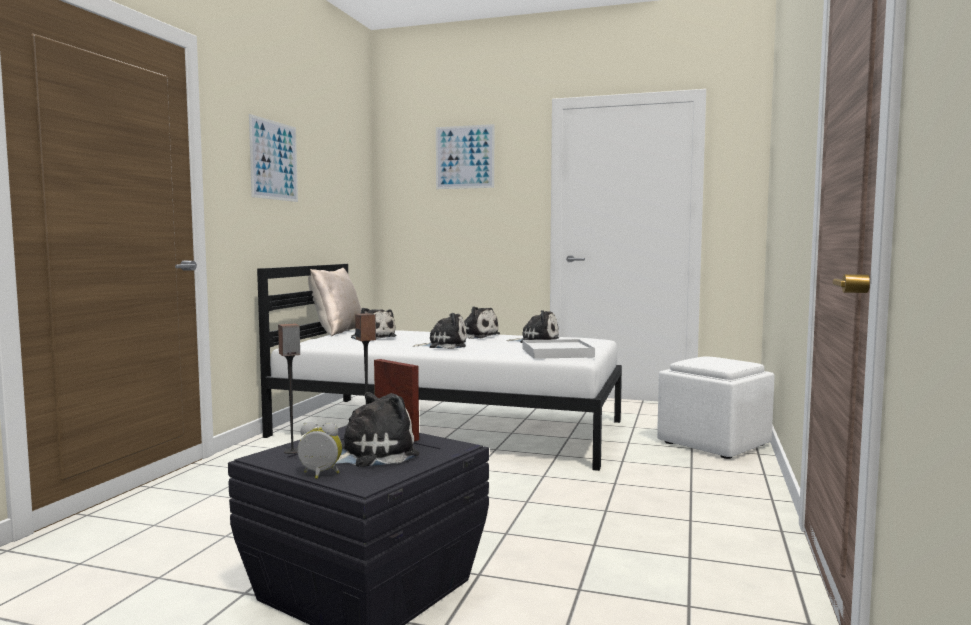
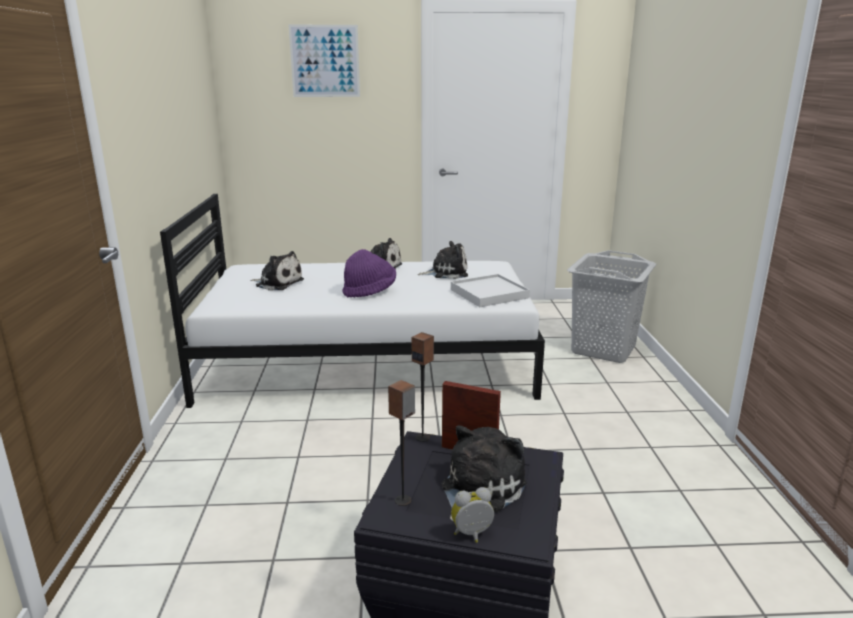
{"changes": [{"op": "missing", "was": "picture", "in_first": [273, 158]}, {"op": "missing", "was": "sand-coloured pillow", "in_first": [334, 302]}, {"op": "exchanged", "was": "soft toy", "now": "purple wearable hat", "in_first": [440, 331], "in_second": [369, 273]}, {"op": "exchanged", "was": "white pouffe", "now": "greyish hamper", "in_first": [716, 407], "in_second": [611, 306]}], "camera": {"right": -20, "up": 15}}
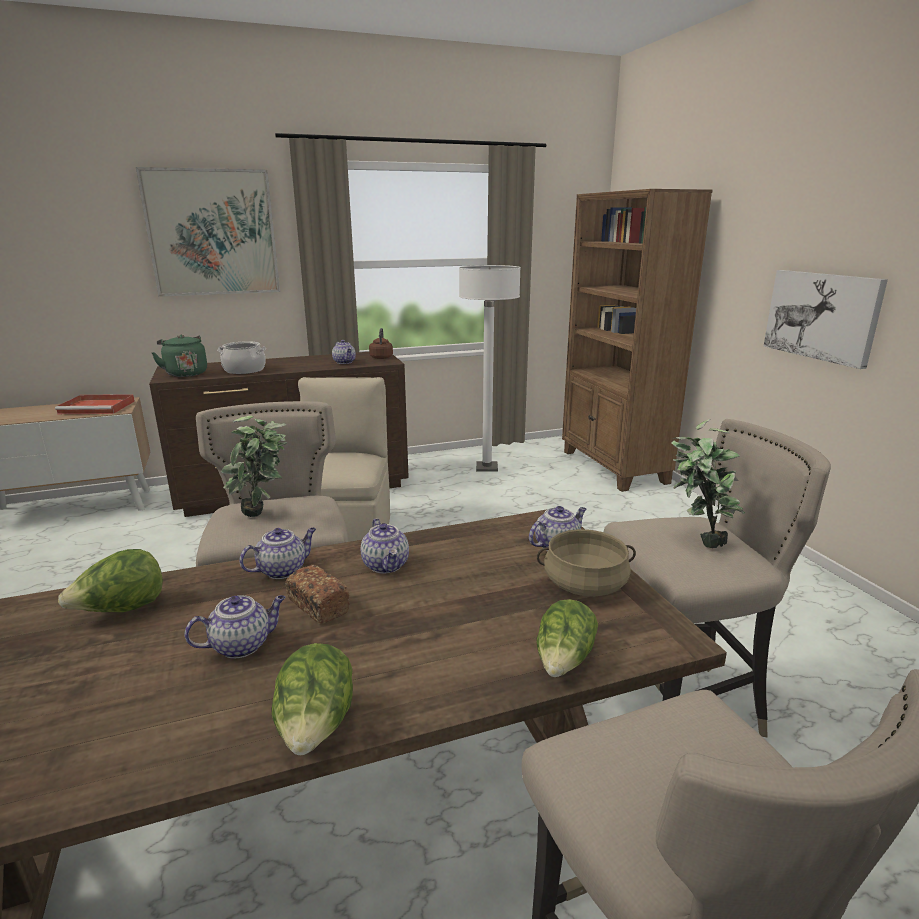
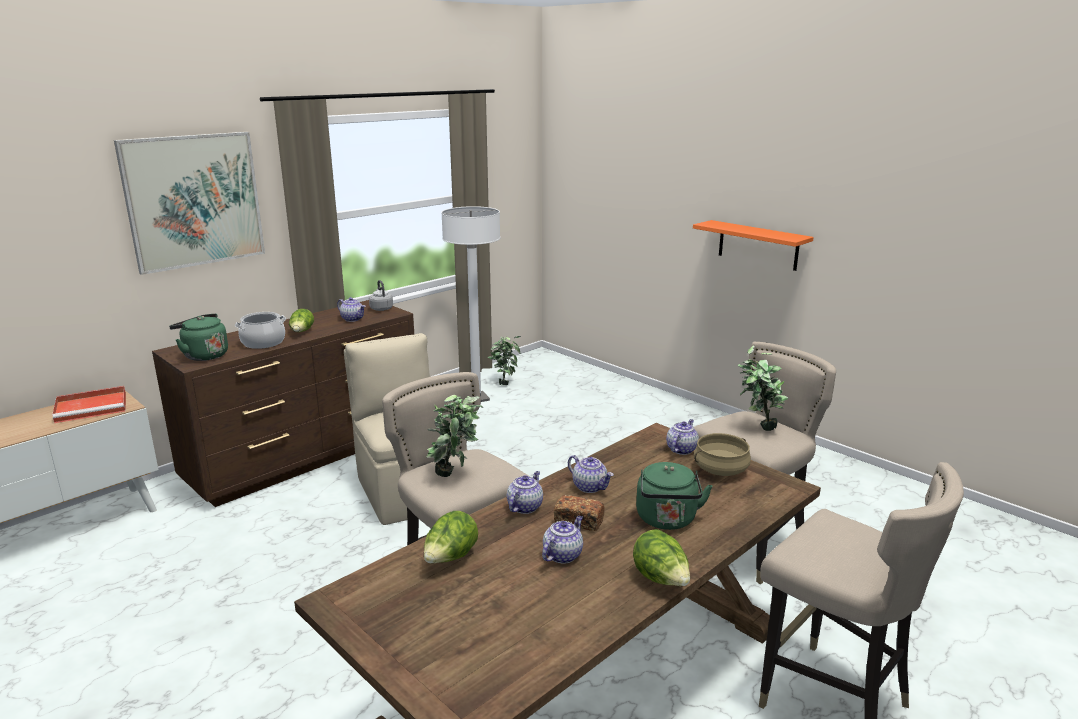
{"changes": [{"op": "missing", "was": "brown bookshelf", "in_first": [637, 340]}, {"op": "appeared", "now": "houseplant", "in_second": [504, 360]}, {"op": "appeared", "now": "green-coloured tea kettle", "in_second": [674, 496]}, {"op": "relocated", "was": "head of lettuce", "in_first": [567, 638], "in_second": [301, 320]}, {"op": "exchanged", "was": "picture", "now": "orange-coloured bracket shelf", "in_first": [826, 319], "in_second": [753, 245]}, {"op": "colour", "was": "brown tea kettle", "now": "greyish tea kettle", "in_first": [381, 343], "in_second": [381, 295]}], "camera": {"right": -25, "up": 0}}
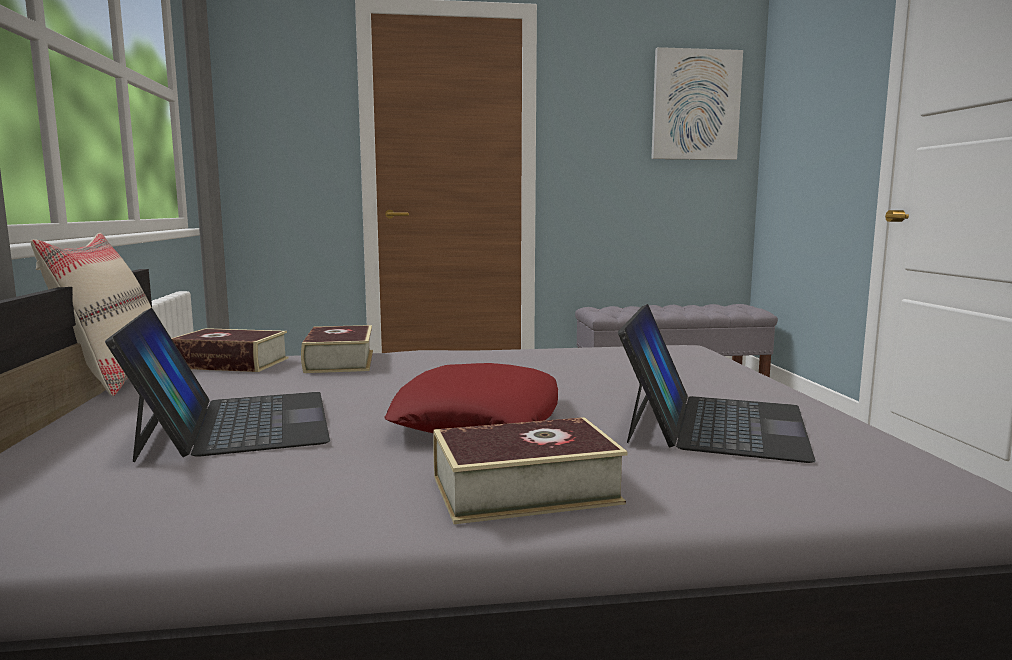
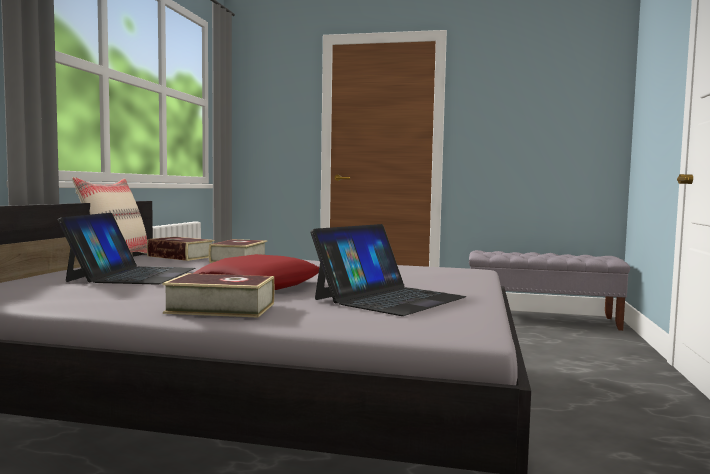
{"changes": [{"op": "missing", "was": "picture", "in_first": [697, 103]}], "camera": {"right": 20, "up": -5}}
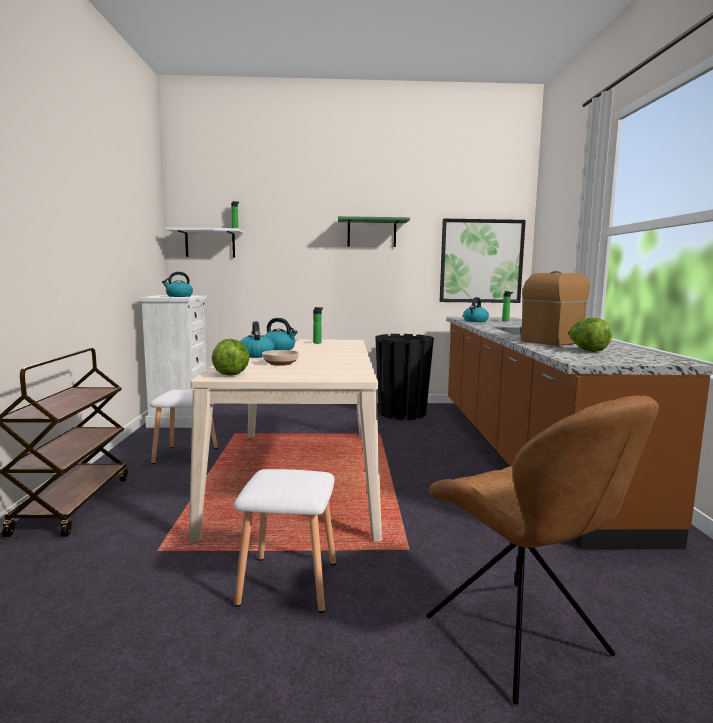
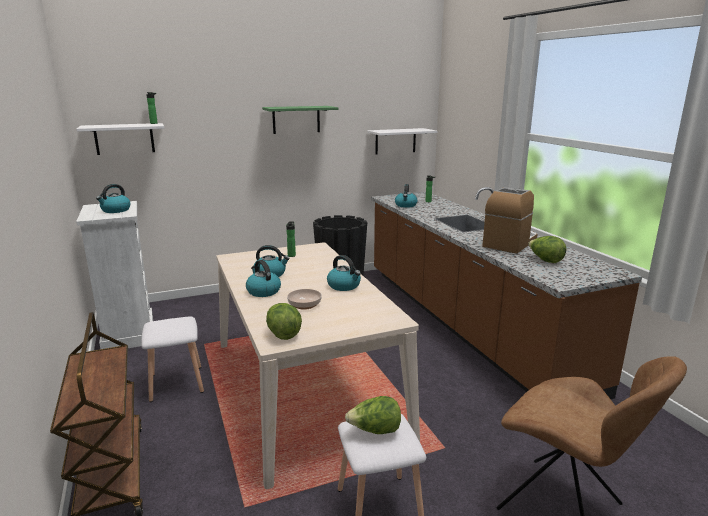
{"changes": [{"op": "appeared", "now": "tea kettle", "in_second": [344, 273]}, {"op": "appeared", "now": "head of lettuce", "in_second": [373, 415]}, {"op": "exchanged", "was": "picture", "now": "white bracket shelf", "in_first": [483, 261], "in_second": [402, 141]}], "camera": {"right": -20, "up": 10}}
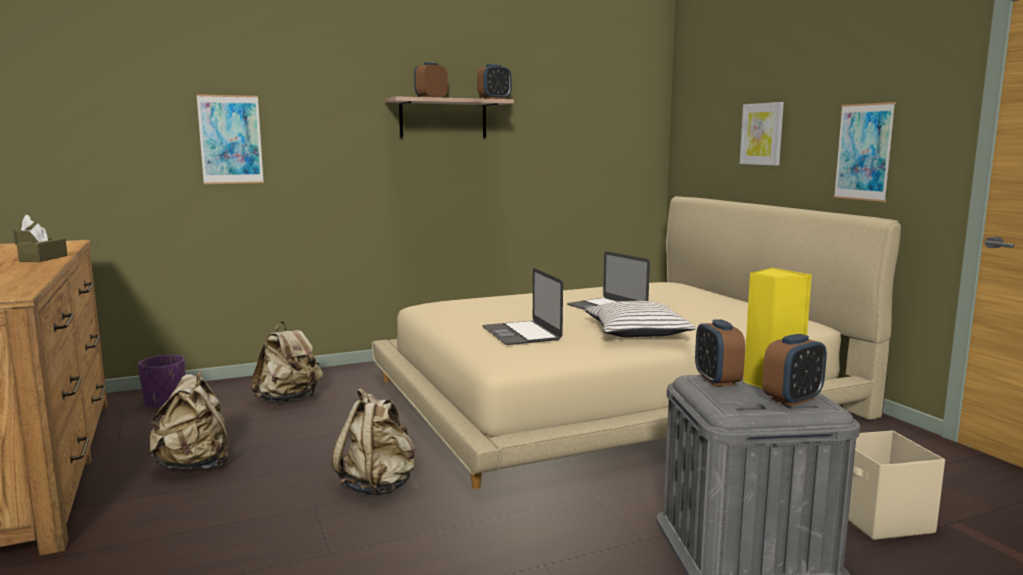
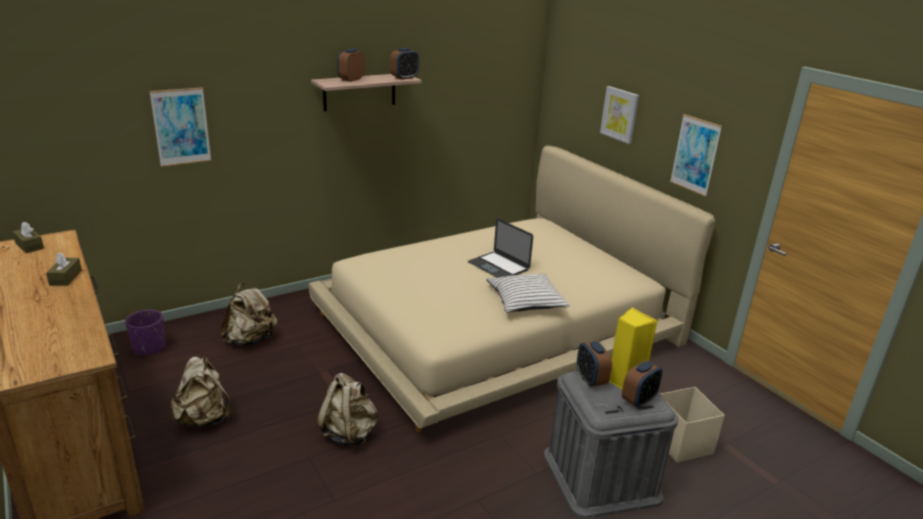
{"changes": [{"op": "missing", "was": "portable computer", "in_first": [522, 306]}], "camera": {"right": -10, "up": 15}}
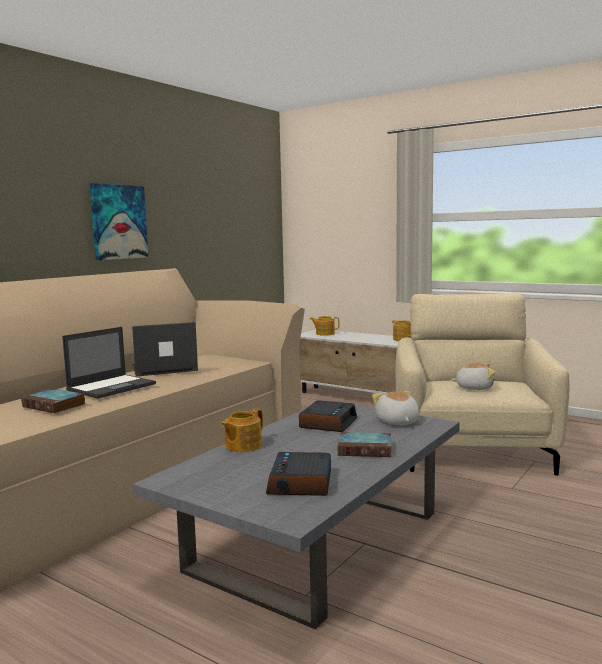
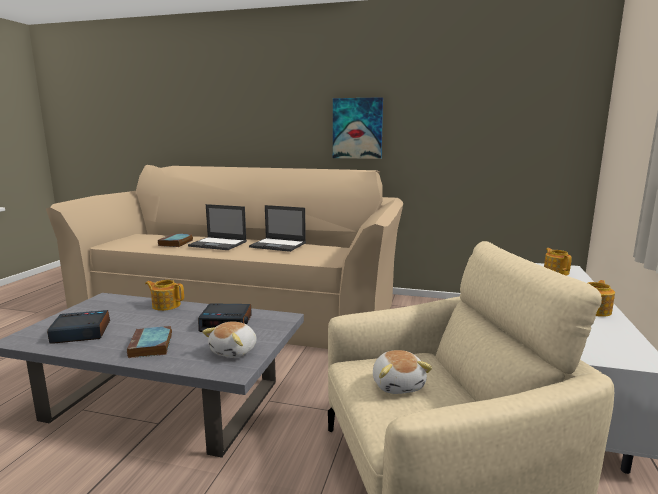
{"changes": [{"op": "spun", "was": "portable computer", "in_first": [165, 349], "in_second": [277, 228], "clockwise": 150}, {"op": "spun", "was": "soft toy", "in_first": [395, 408], "in_second": [229, 339], "clockwise": 150}], "camera": {"right": 70, "up": 5}}
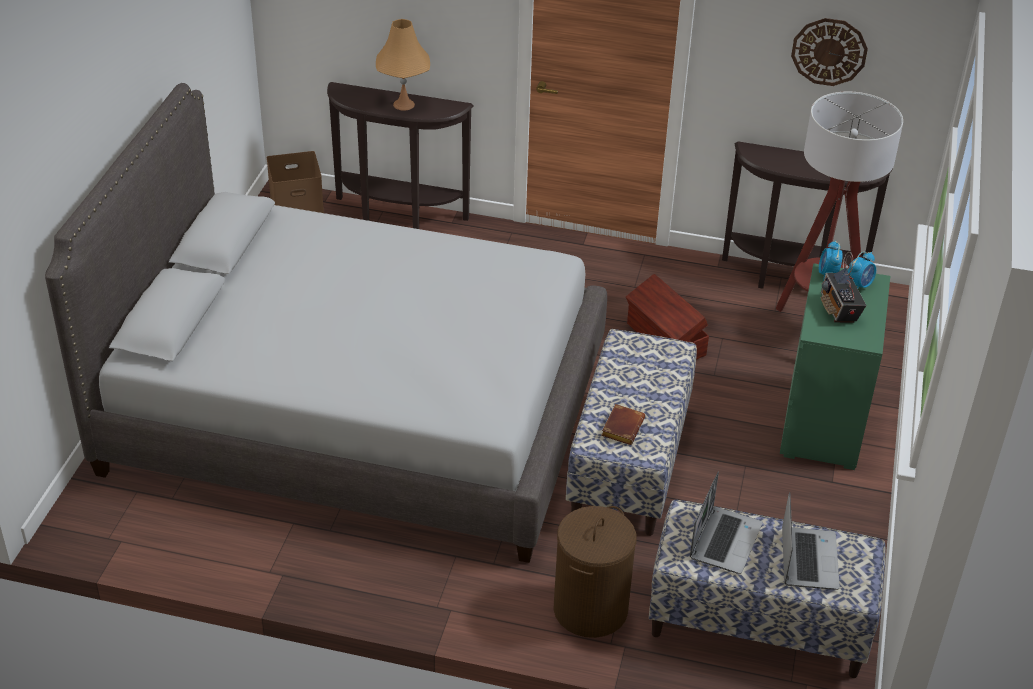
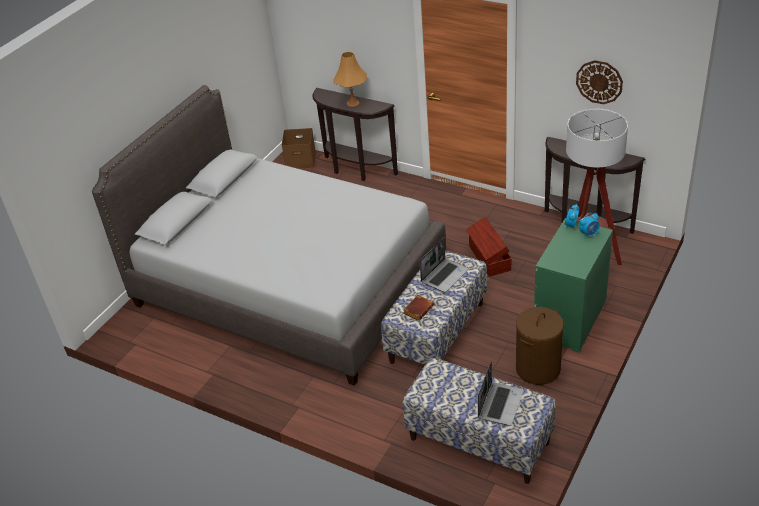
{"changes": [{"op": "missing", "was": "radio receiver", "in_first": [844, 287]}, {"op": "relocated", "was": "brown hamper", "in_first": [594, 572], "in_second": [540, 346]}, {"op": "relocated", "was": "portable computer", "in_first": [726, 523], "in_second": [444, 265]}], "camera": {"right": 20, "up": 0}}
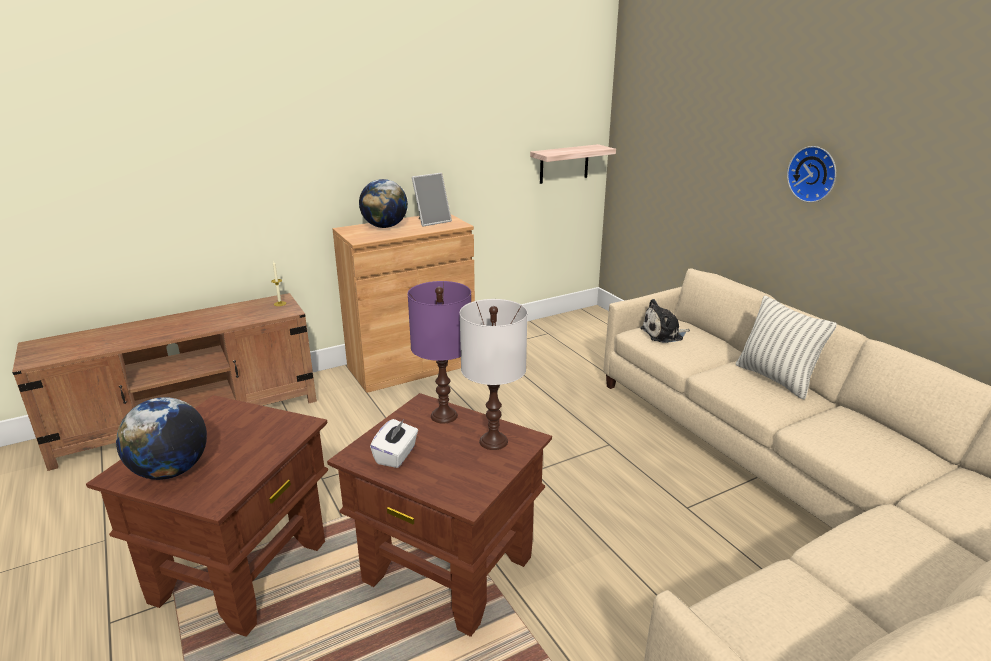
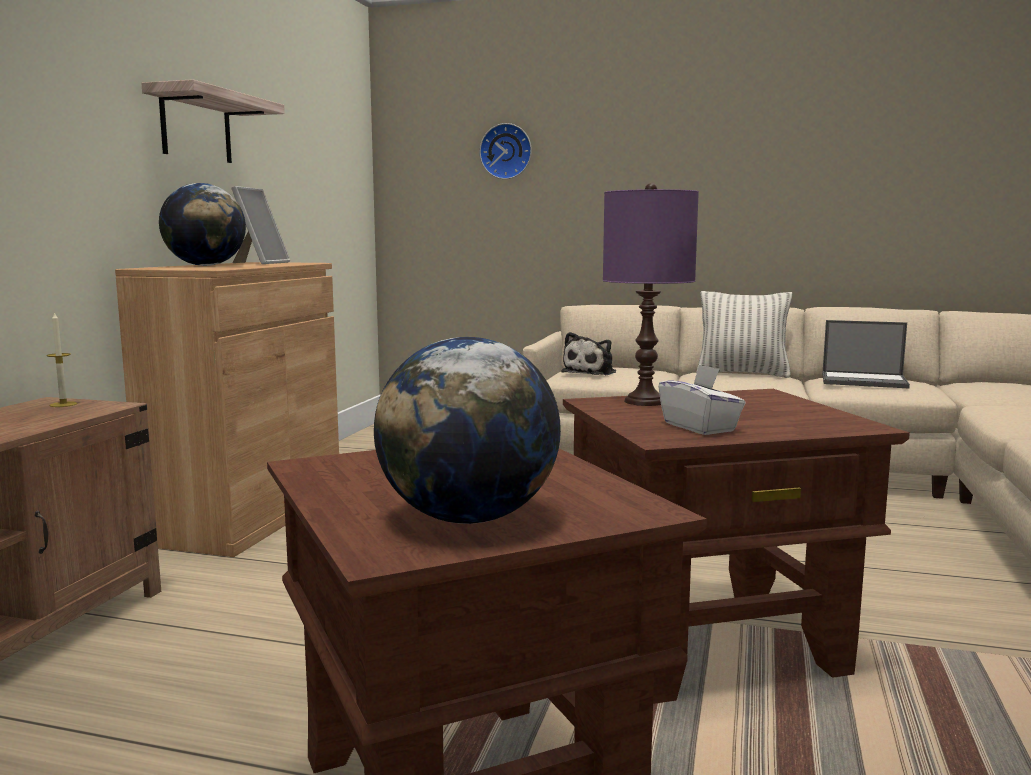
{"changes": [{"op": "missing", "was": "white tabletop lamp", "in_first": [493, 374]}, {"op": "appeared", "now": "portable computer", "in_second": [866, 354]}, {"op": "relocated", "was": "bracket shelf", "in_first": [573, 164], "in_second": [213, 121]}, {"op": "relocated", "was": "hanging clock", "in_first": [811, 174], "in_second": [505, 151]}], "camera": {"right": -45, "up": -15}}
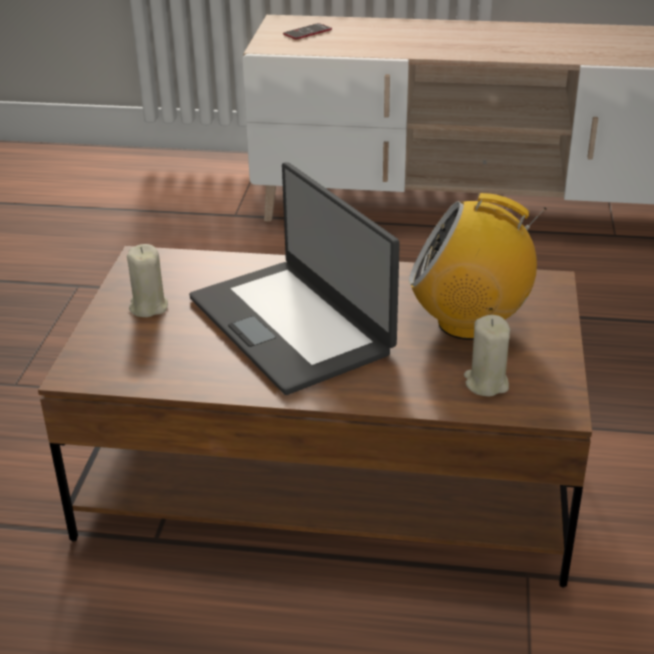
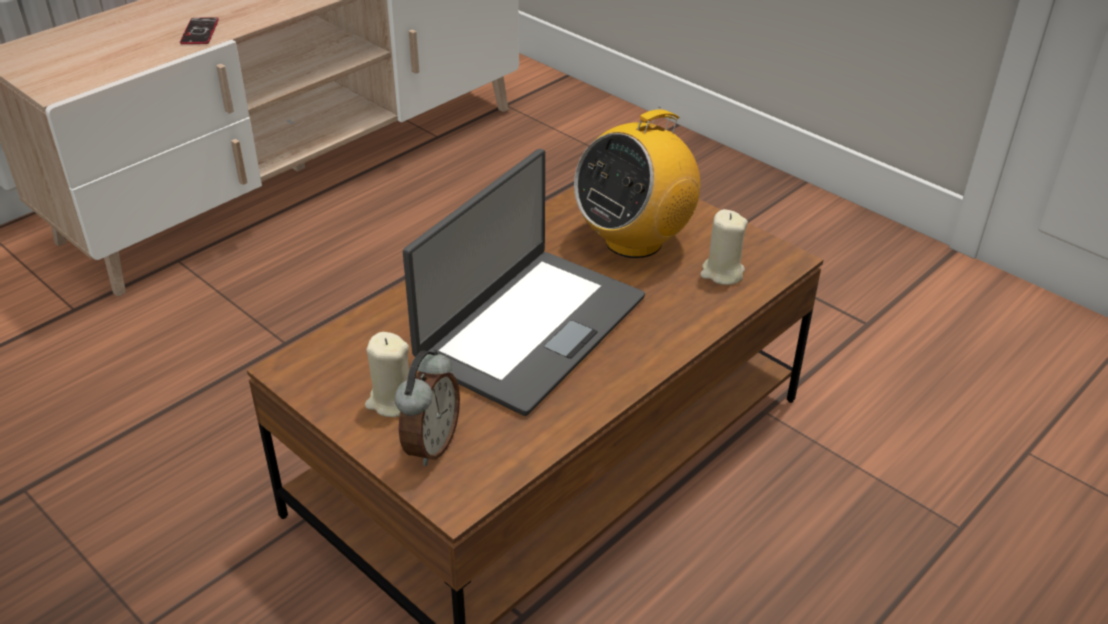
{"changes": [{"op": "appeared", "now": "alarm clock", "in_second": [427, 408]}, {"op": "relocated", "was": "telephone", "in_first": [307, 31], "in_second": [199, 30]}, {"op": "spun", "was": "portable computer", "in_first": [294, 278], "in_second": [524, 282], "clockwise": -60}], "camera": {"right": -55, "up": 5}}
